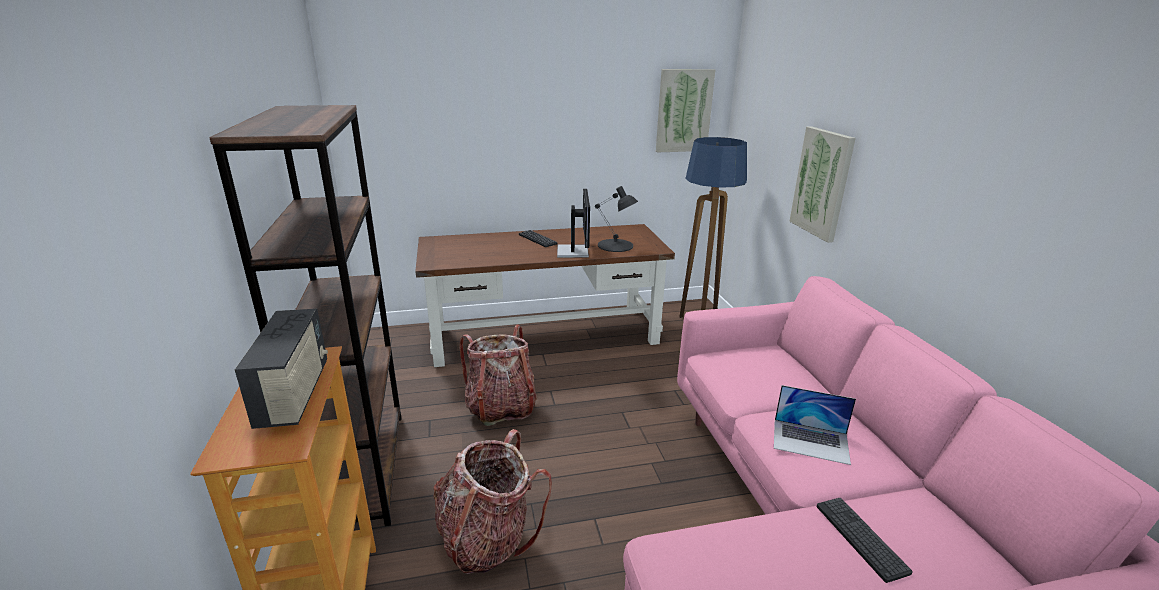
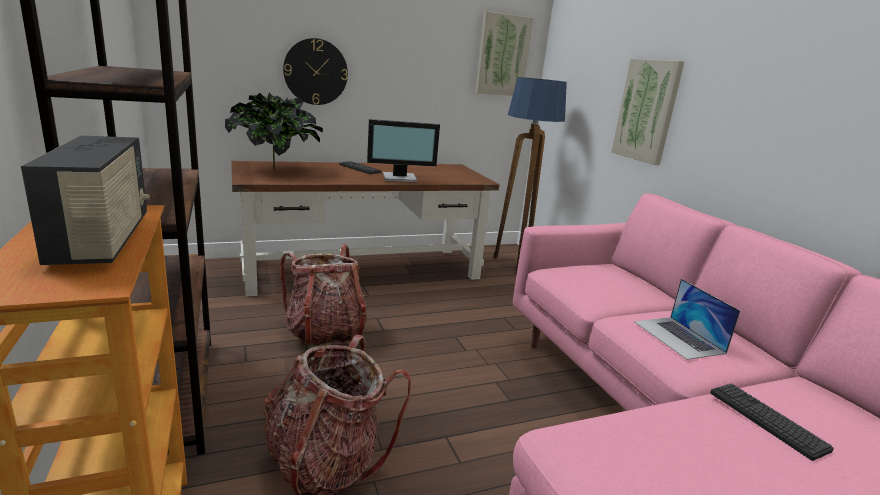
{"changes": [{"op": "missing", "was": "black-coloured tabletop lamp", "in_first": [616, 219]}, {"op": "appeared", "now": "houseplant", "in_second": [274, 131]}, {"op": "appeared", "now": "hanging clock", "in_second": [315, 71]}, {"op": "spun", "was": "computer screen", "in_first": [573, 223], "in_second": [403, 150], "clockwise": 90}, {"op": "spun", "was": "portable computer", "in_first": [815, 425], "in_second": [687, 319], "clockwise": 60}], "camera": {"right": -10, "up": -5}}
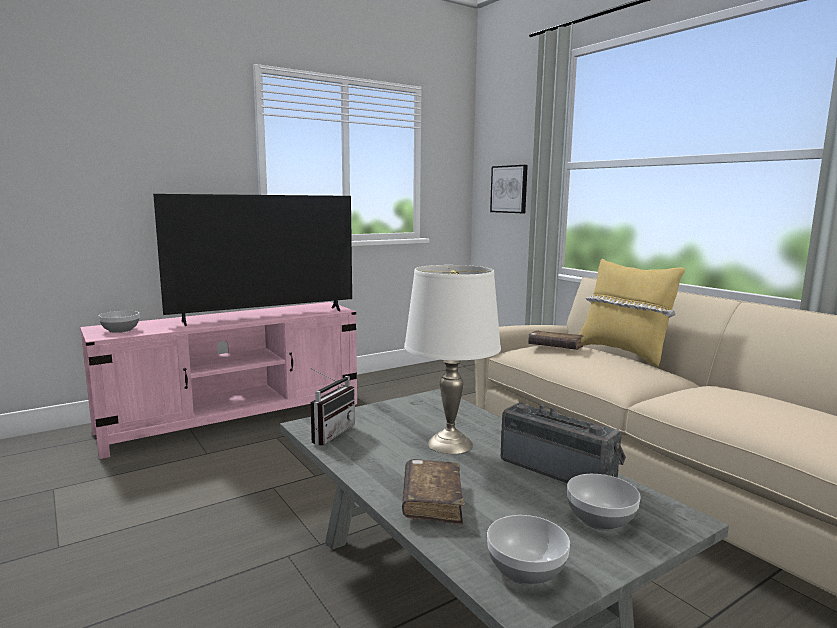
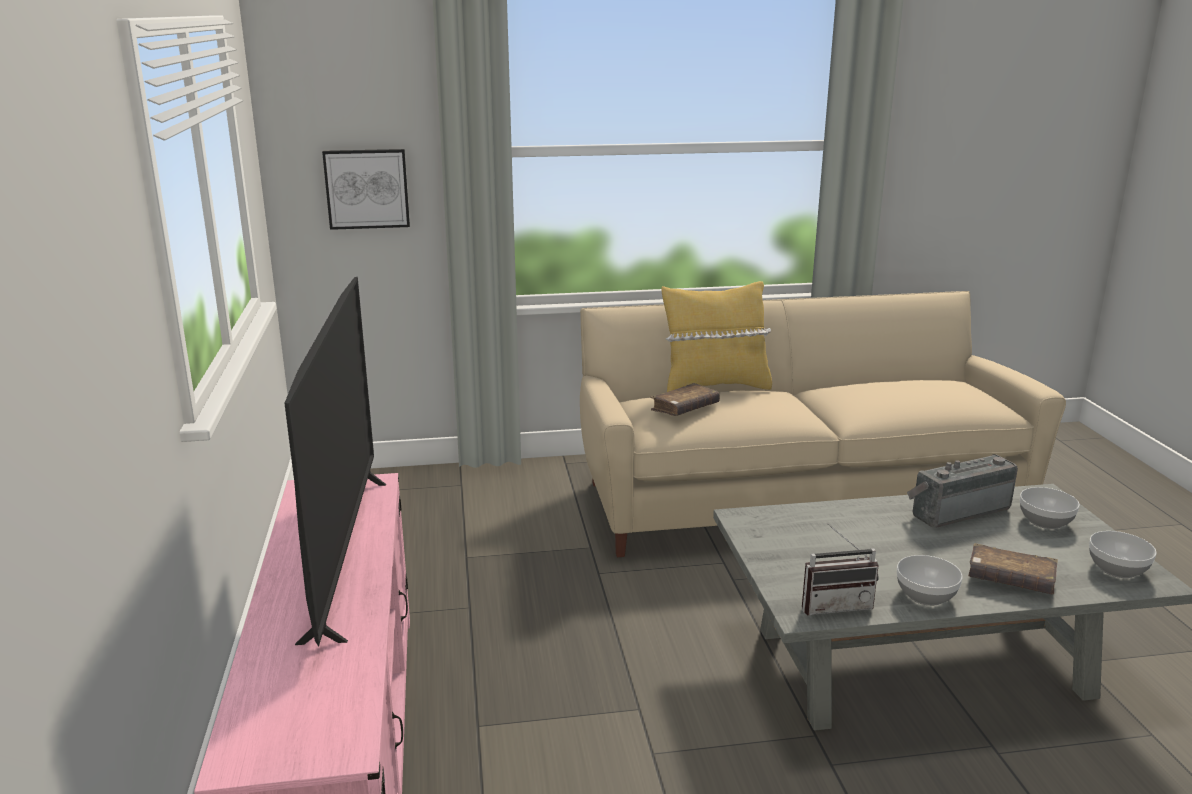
{"changes": [{"op": "missing", "was": "white tabletop lamp", "in_first": [452, 359]}, {"op": "relocated", "was": "deep dish", "in_first": [119, 322], "in_second": [930, 580]}, {"op": "spun", "was": "radio receiver", "in_first": [332, 407], "in_second": [840, 569], "clockwise": 120}], "camera": {"right": -65, "up": 10}}
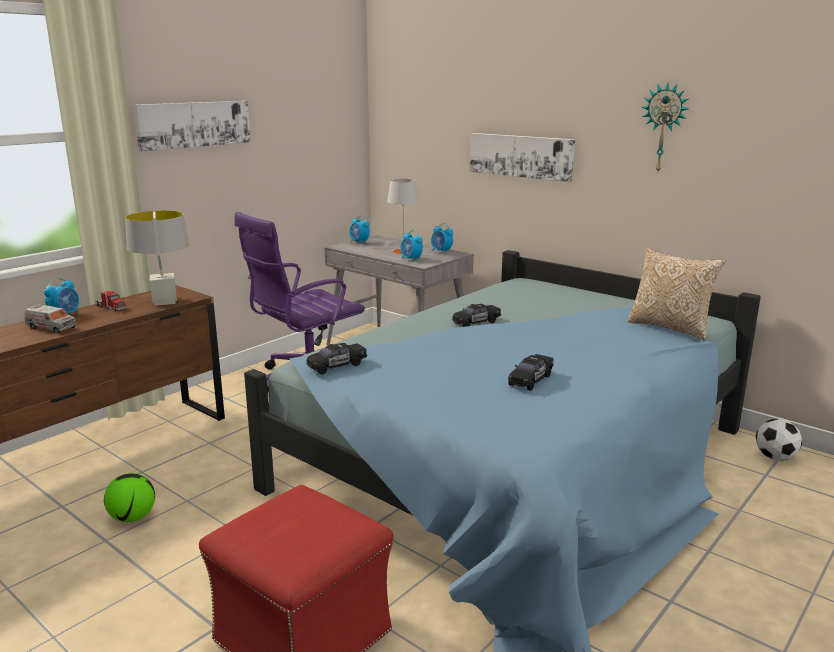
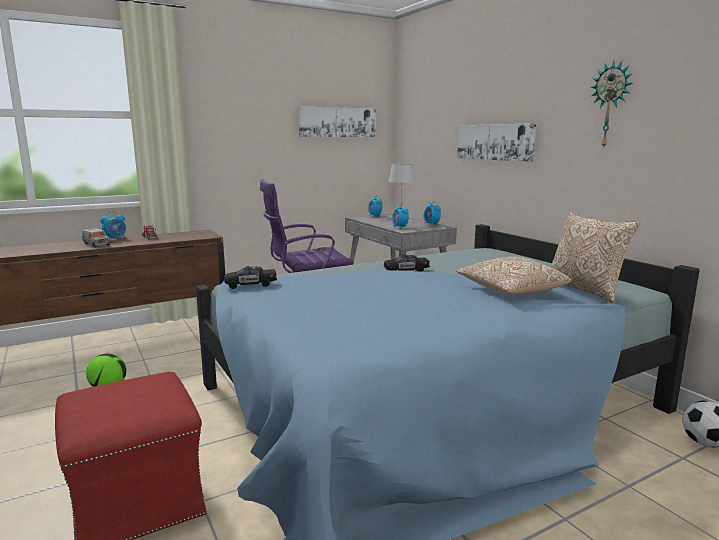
{"changes": [{"op": "missing", "was": "greyish tabletop lamp", "in_first": [157, 258]}, {"op": "missing", "was": "black-coloured toy car", "in_first": [530, 372]}, {"op": "appeared", "now": "pillow", "in_second": [514, 275]}, {"op": "relocated", "was": "picture", "in_first": [192, 126], "in_second": [337, 121]}], "camera": {"right": 20, "up": -5}}
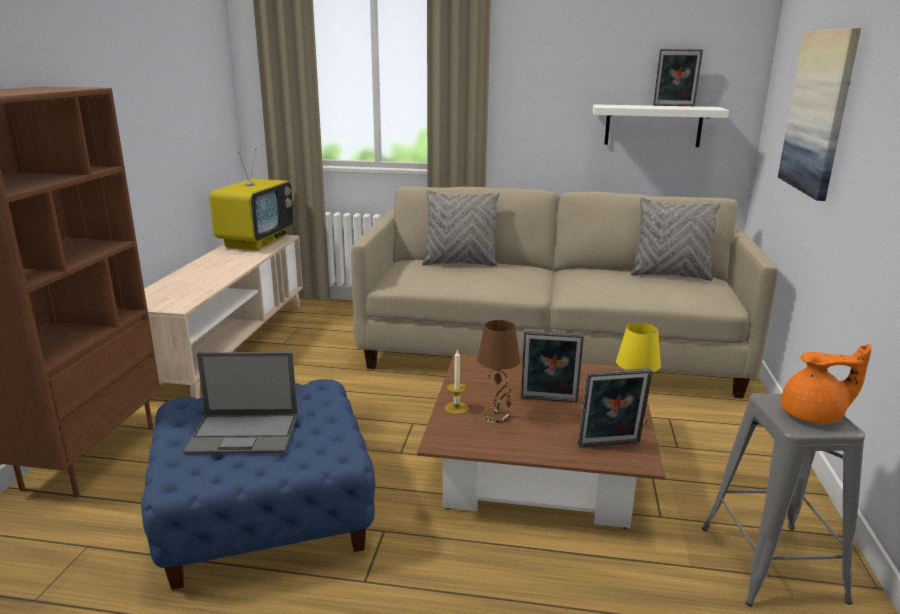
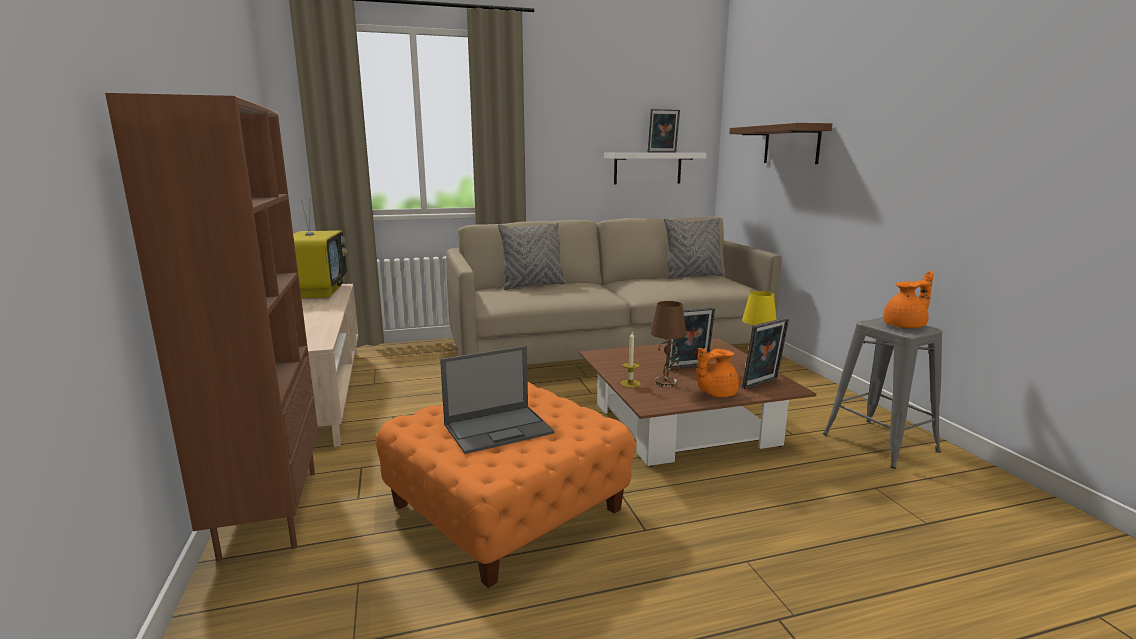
{"changes": [{"op": "appeared", "now": "orange-coloured teapot", "in_second": [717, 372]}, {"op": "exchanged", "was": "picture", "now": "brown bracket shelf", "in_first": [819, 114], "in_second": [780, 143]}, {"op": "colour", "was": "blue-coloured pouffe", "now": "orange-coloured pouffe", "in_first": [258, 484], "in_second": [505, 485]}], "camera": {"right": -25, "up": -5}}
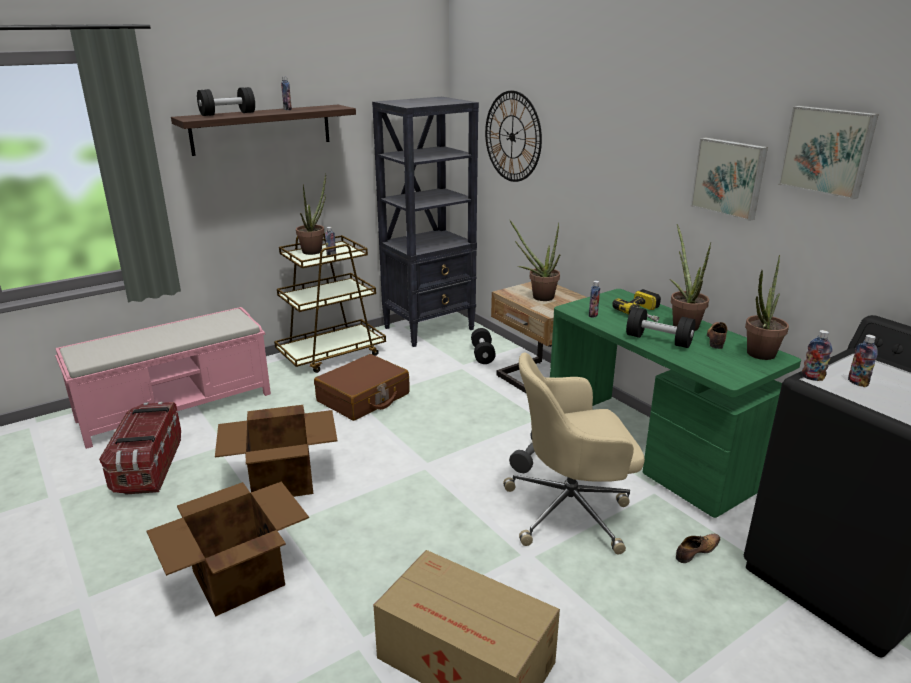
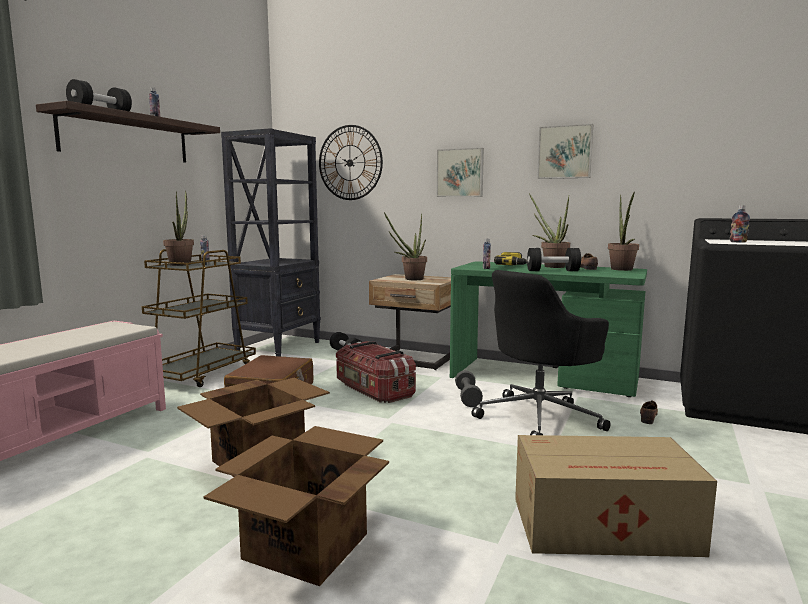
{"changes": [{"op": "missing", "was": "bottle", "in_first": [817, 355]}, {"op": "relocated", "was": "storage box", "in_first": [140, 448], "in_second": [376, 372]}, {"op": "relocated", "was": "picture", "in_first": [828, 153], "in_second": [460, 172]}, {"op": "colour", "was": "sand-coloured desk chair", "now": "black-coloured desk chair", "in_first": [574, 453], "in_second": [541, 352]}], "camera": {"right": -30, "up": -15}}
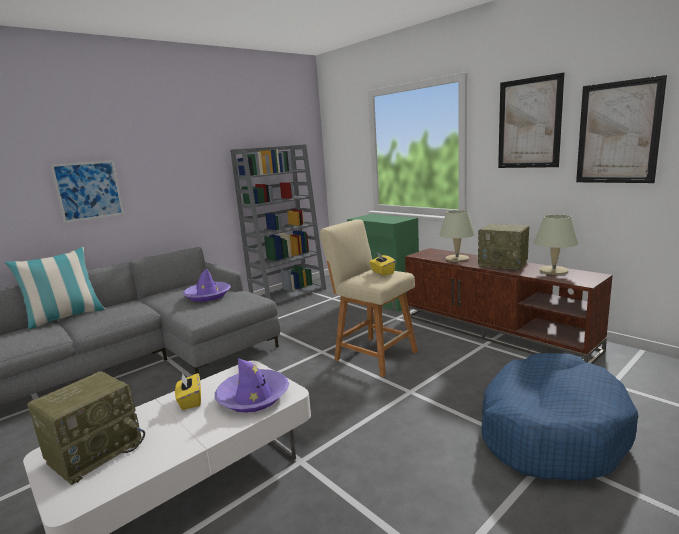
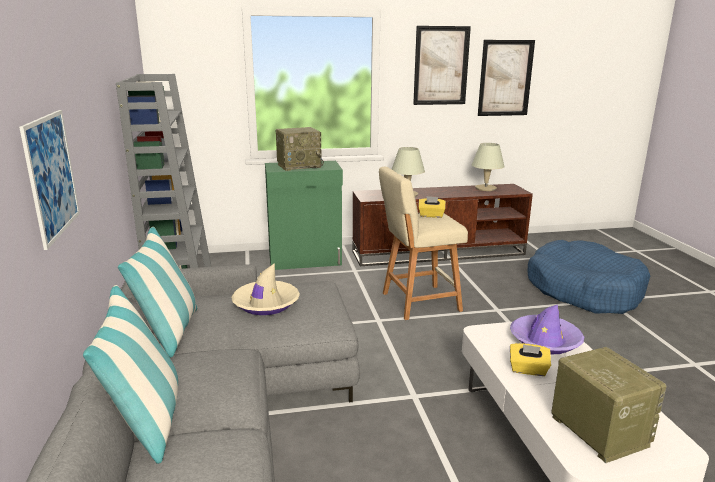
{"changes": [{"op": "appeared", "now": "pillow", "in_second": [158, 292]}, {"op": "relocated", "was": "radio receiver", "in_first": [503, 247], "in_second": [300, 149]}, {"op": "colour", "was": "purple wearable hat", "now": "sand-coloured wearable hat", "in_first": [207, 285], "in_second": [265, 289]}], "camera": {"right": -60, "up": 5}}
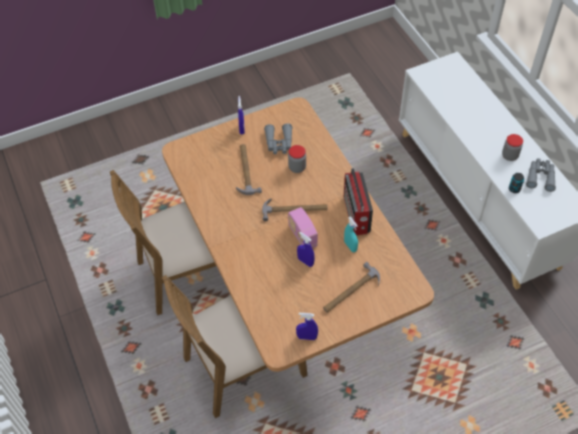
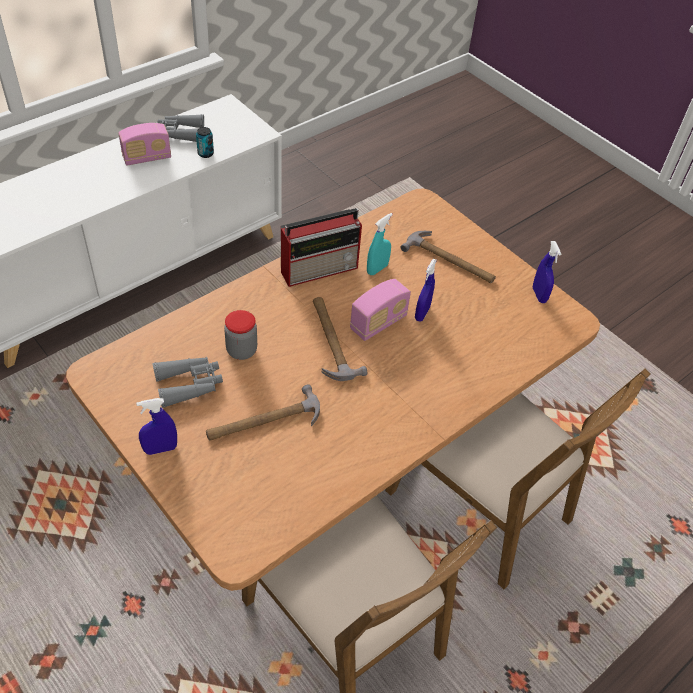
{"changes": [{"op": "exchanged", "was": "jar", "now": "radio receiver", "in_first": [512, 147], "in_second": [144, 144]}], "camera": {"right": -110, "up": -5}}
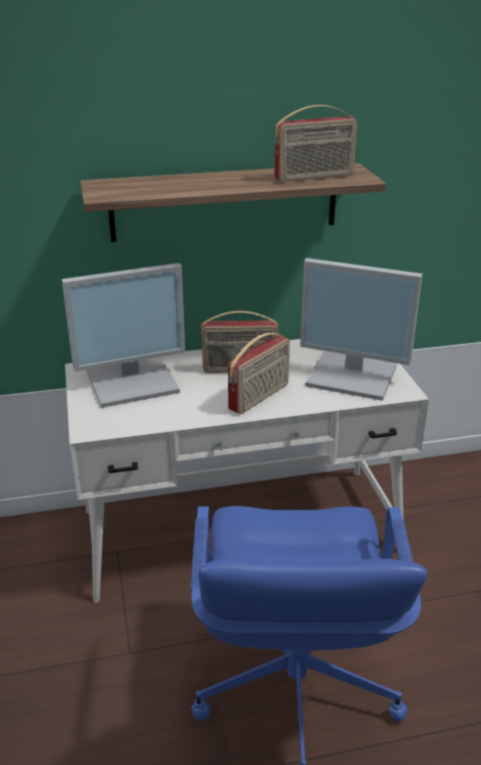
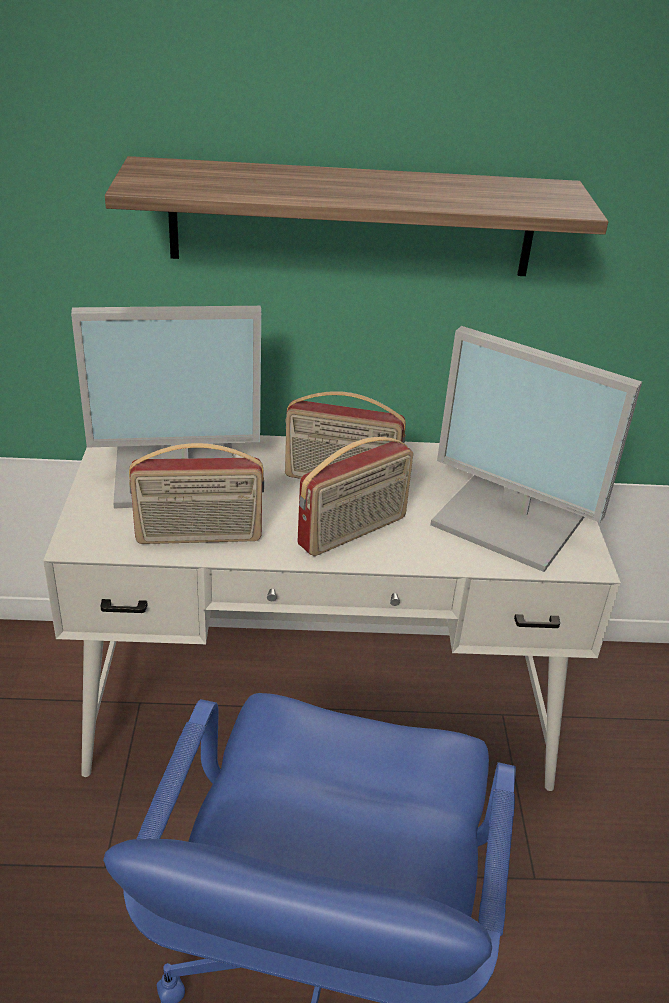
{"changes": [{"op": "relocated", "was": "radio receiver", "in_first": [315, 143], "in_second": [196, 493]}], "camera": {"right": 10, "up": 5}}
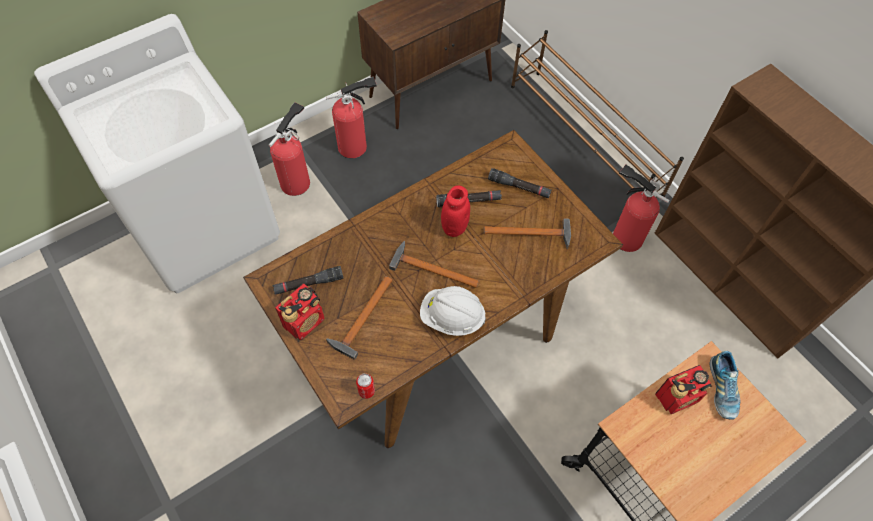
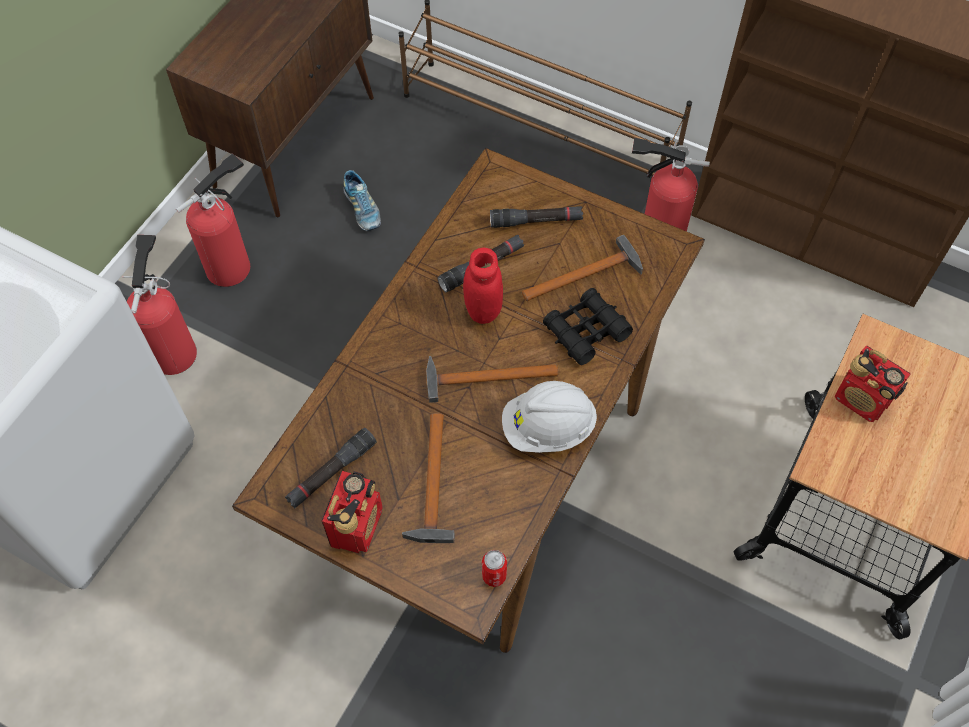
{"changes": [{"op": "appeared", "now": "black-coloured binoculars", "in_second": [588, 326]}, {"op": "relocated", "was": "item of footwear", "in_first": [725, 385], "in_second": [362, 200]}, {"op": "spun", "was": "radio receiver", "in_first": [683, 389], "in_second": [872, 384], "clockwise": 90}], "camera": {"right": -25, "up": 0}}
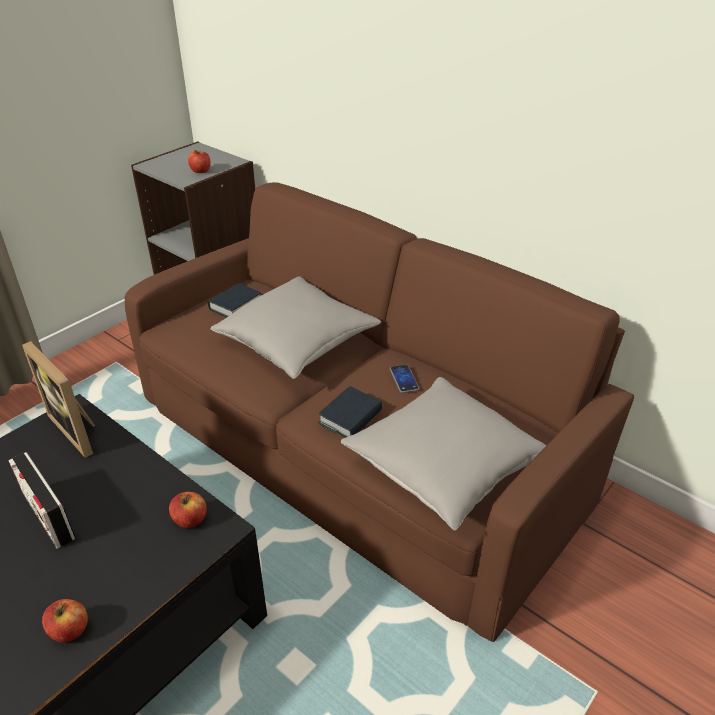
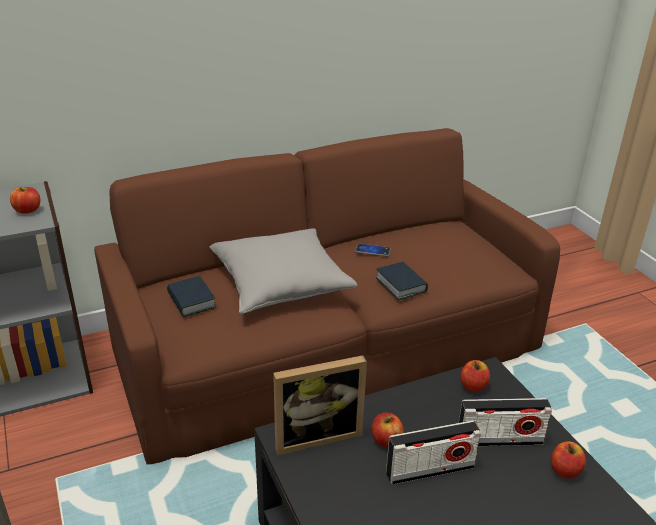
{"changes": [{"op": "missing", "was": "greyish pillow", "in_first": [443, 454]}, {"op": "appeared", "now": "whole apple", "in_second": [388, 430]}, {"op": "appeared", "now": "radio receiver", "in_second": [505, 422]}], "camera": {"right": -65, "up": -5}}
